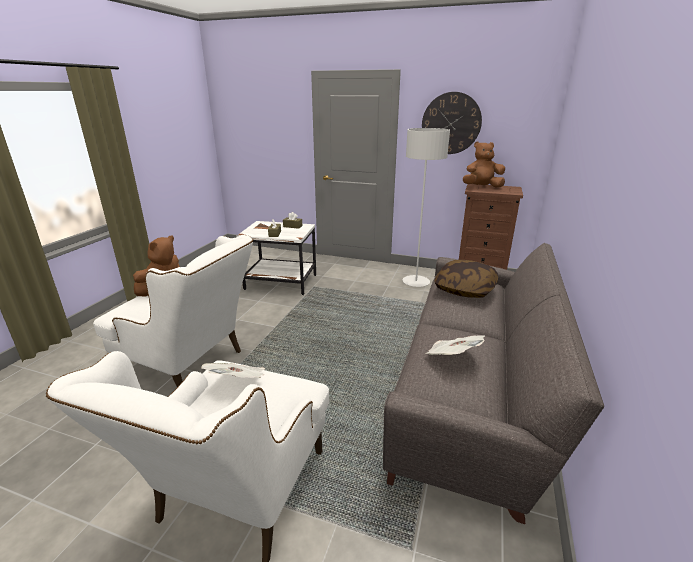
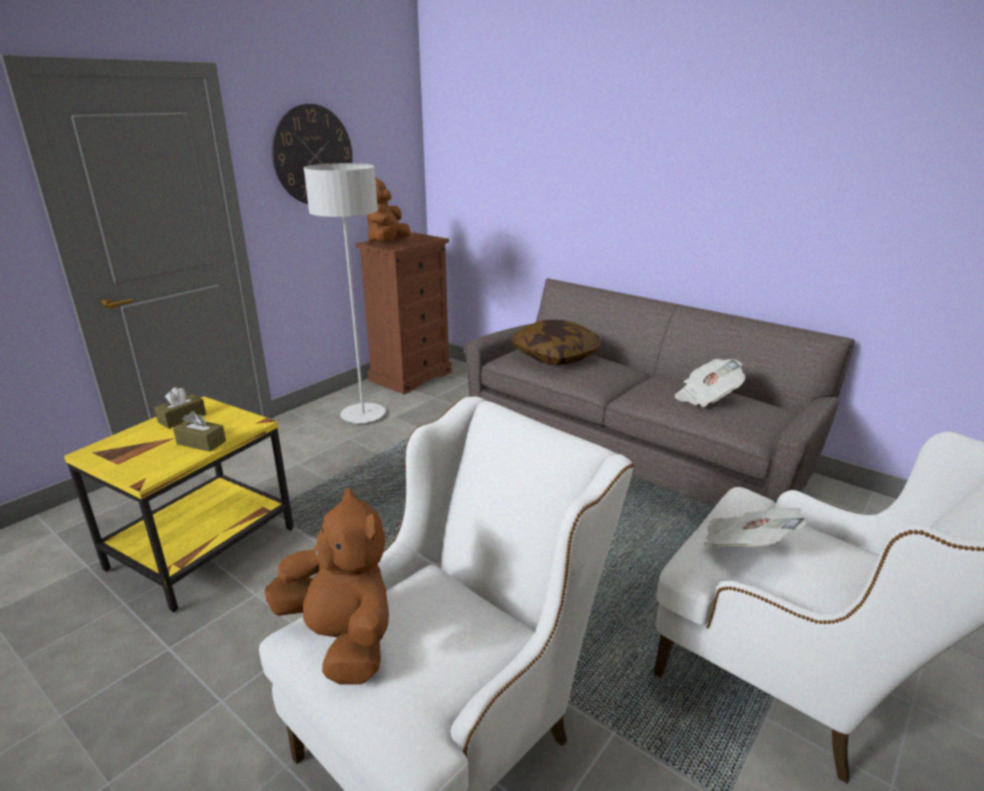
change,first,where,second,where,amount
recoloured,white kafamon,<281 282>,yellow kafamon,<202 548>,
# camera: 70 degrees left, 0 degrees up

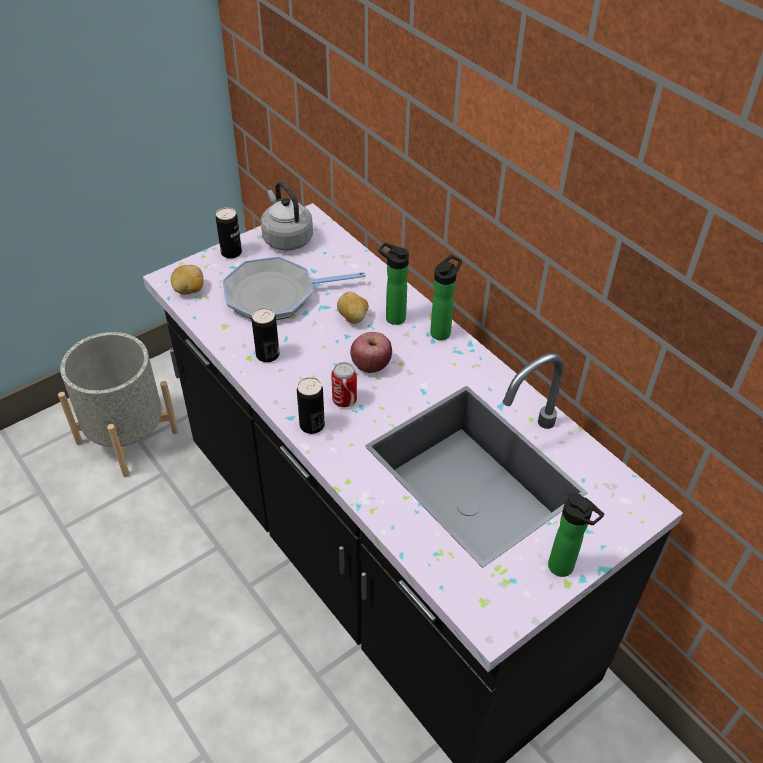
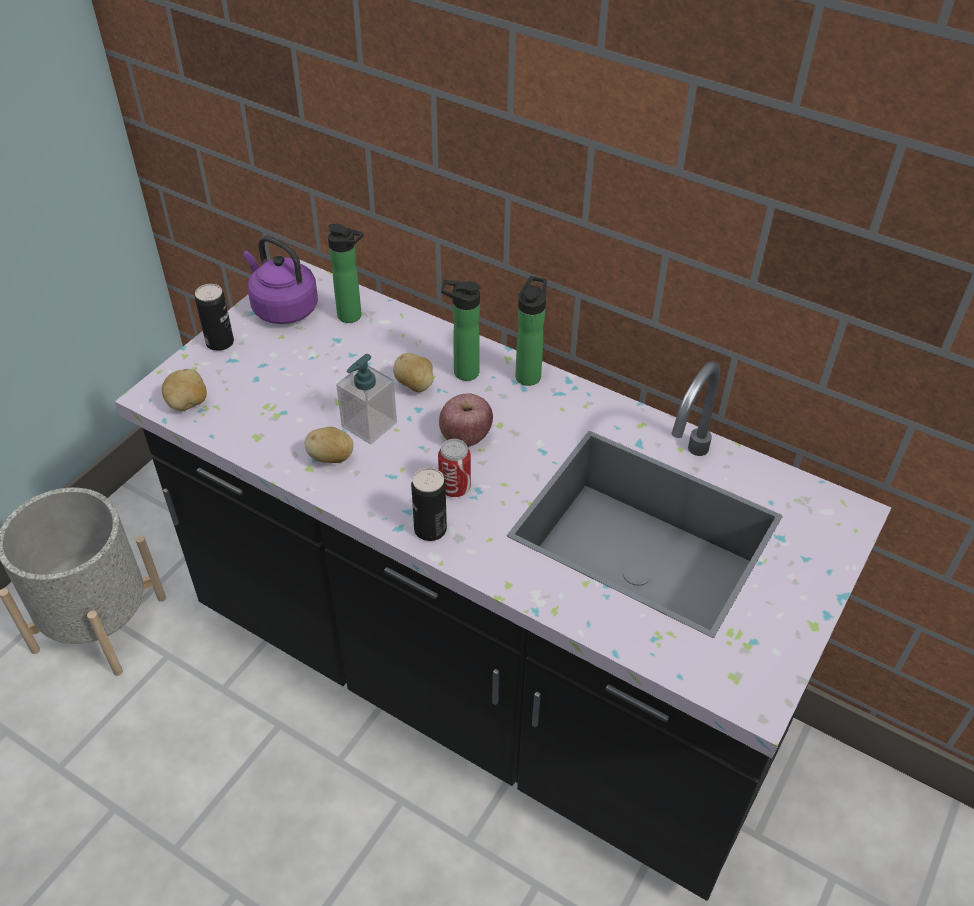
change,first,where,second,where,amount
removed,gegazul,<275 295>,,,
replaced,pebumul,<267 355>,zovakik,<331 458>,
recoloured,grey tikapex,<286 238>,purple tikapex,<282 308>,
moved,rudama,<564 569>,,<353 317>,
added,,,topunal,<369 425>,
# camera: 20 degrees left, 0 degrees up

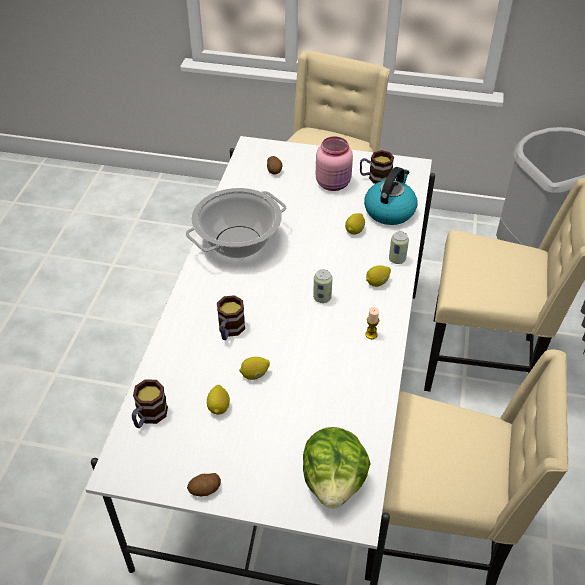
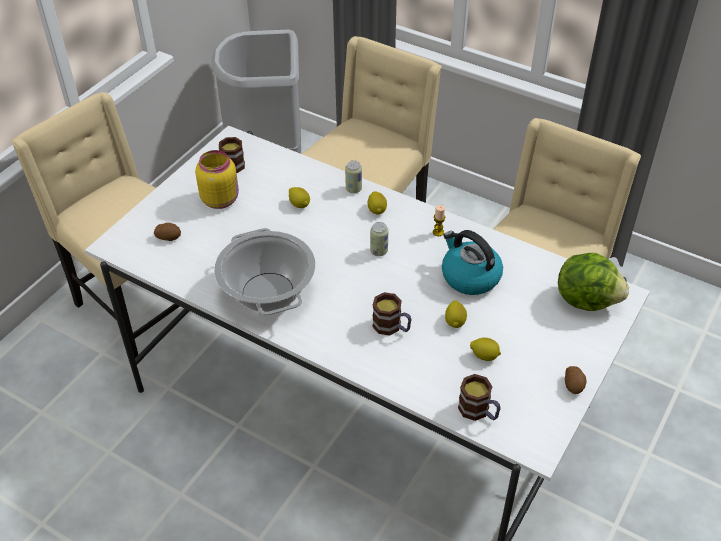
change,first,where,second,where,amount
recoloured,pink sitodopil,<334 183>,yellow sitodopil,<221 199>,
moved,tikapex,<389 210>,,<469 276>,
# camera: 70 degrees left, 0 degrees up

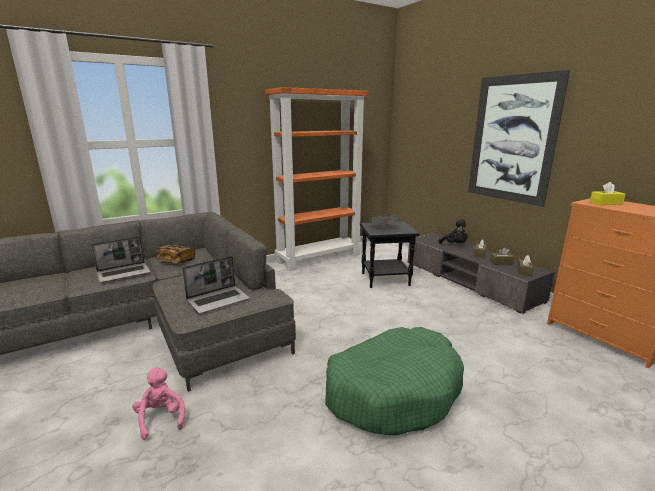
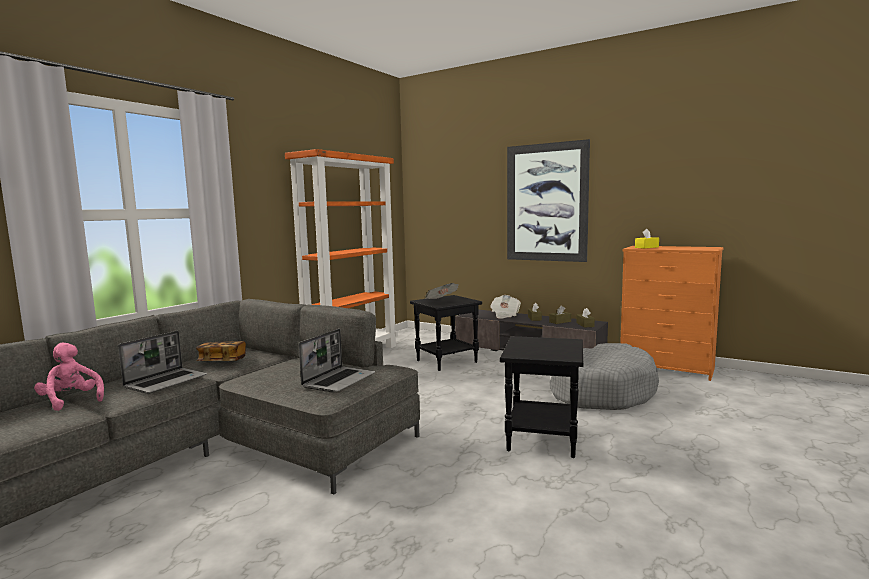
change,first,where,second,where,amount
moved,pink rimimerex,<161 418>,,<71 401>,
replaced,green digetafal,<393 390>,black kafamon,<544 439>,
replaced,black rimimerex,<455 245>,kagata,<505 315>,
added,,,grey digetafal,<602 391>,
# camera: 25 degrees left, 10 degrees down

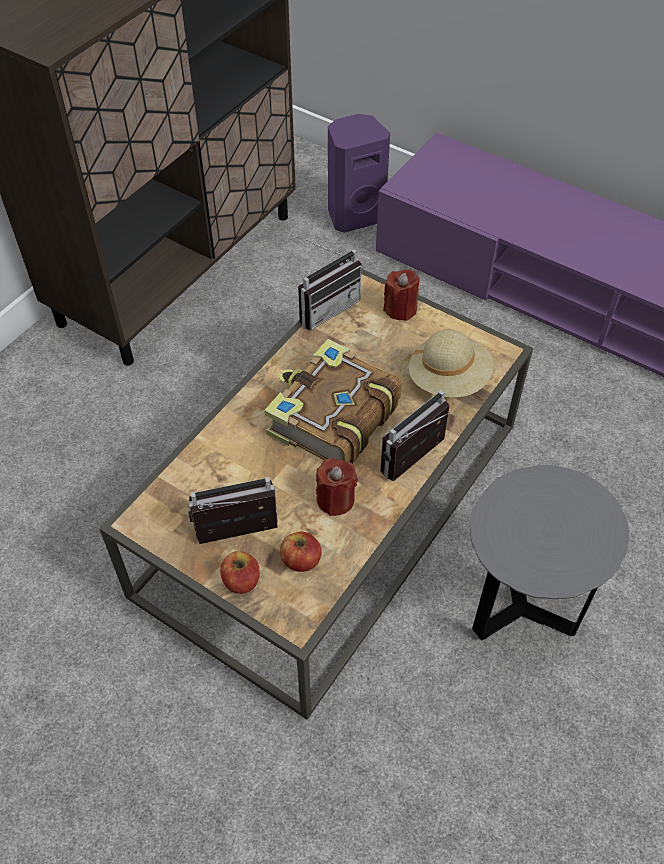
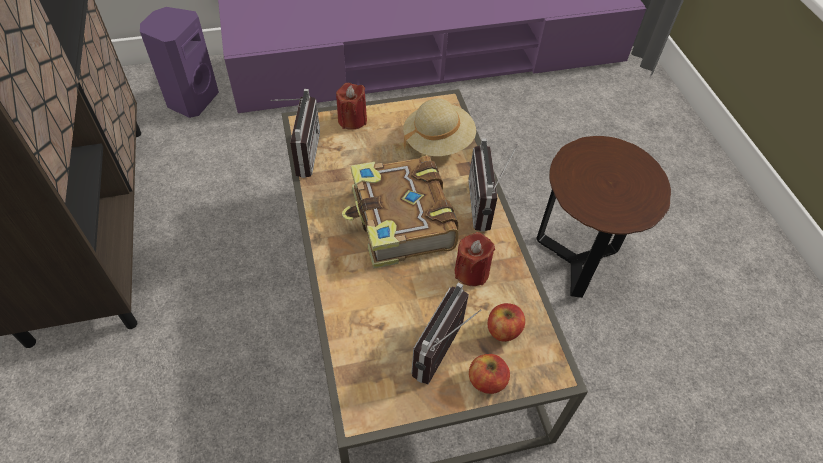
change,first,where,second,where,amount
recoloured,grey kafamon,<520 608>,brown kafamon,<575 262>,
# camera: 50 degrees left, 0 degrees up

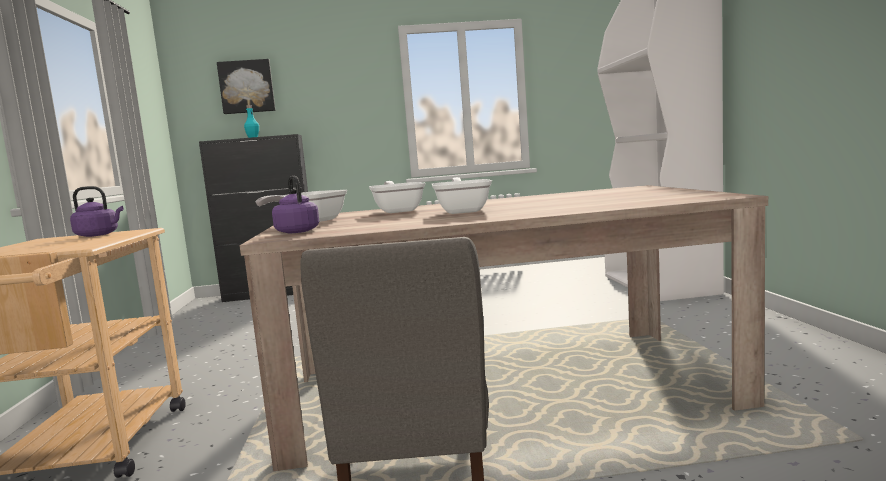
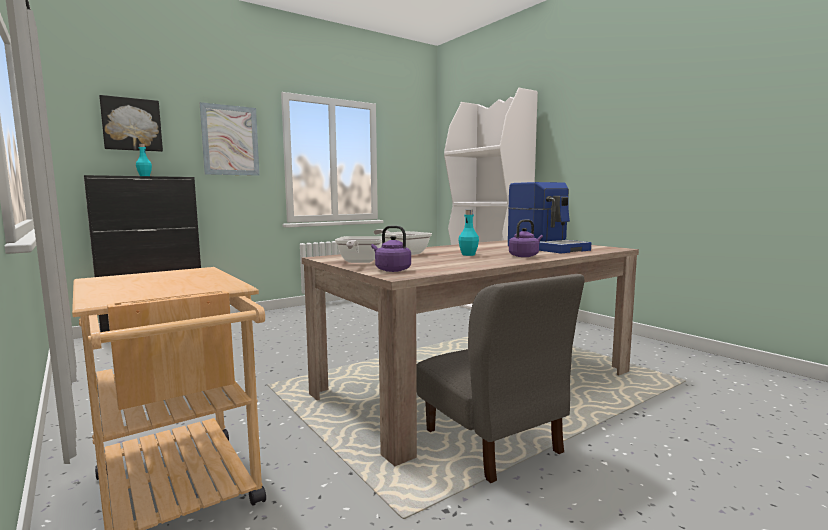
change,first,where,second,where,amount
moved,purple tikapex,<99 235>,,<524 256>,
replaced,gegazul,<463 211>,turquoise rudama,<468 254>,
added,,,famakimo,<230 140>,
added,,,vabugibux,<547 248>,
# camera: 30 degrees left, 0 degrees up

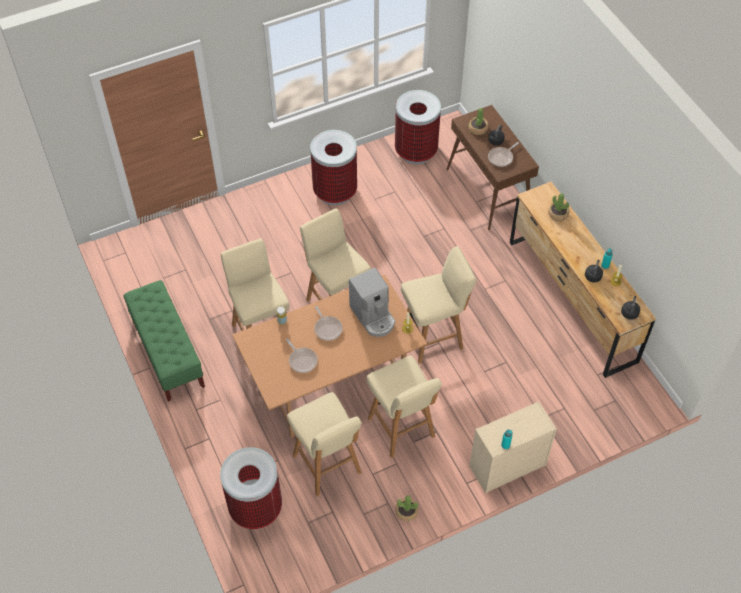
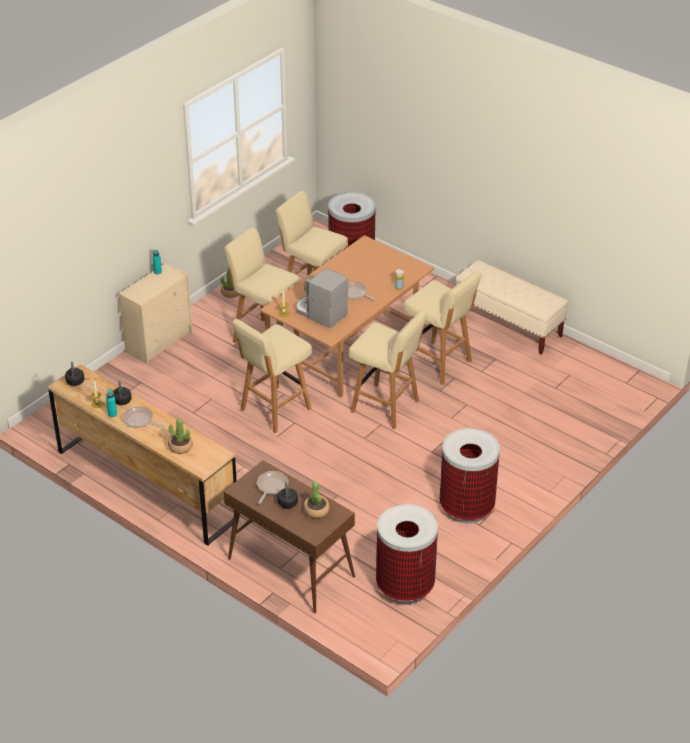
change,first,where,second,where,amount
recoloured,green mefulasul,<168 353>,beige mefulasul,<508 325>,
moved,gegazul,<302 360>,,<140 420>,
# camera: 155 degrees right, 15 degrees down

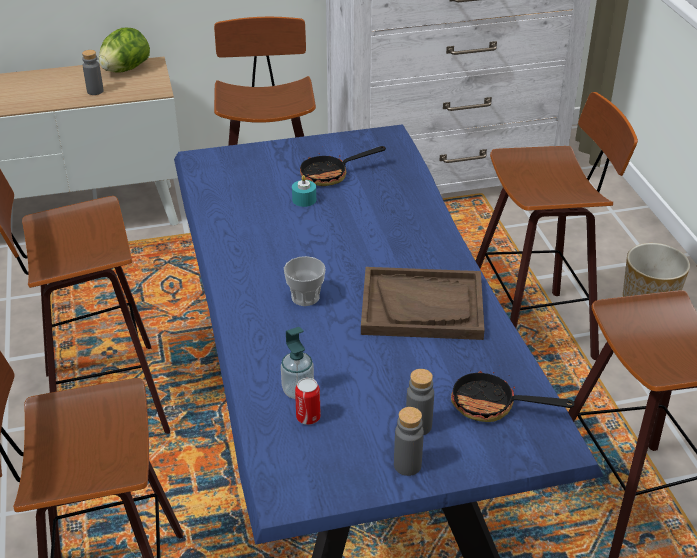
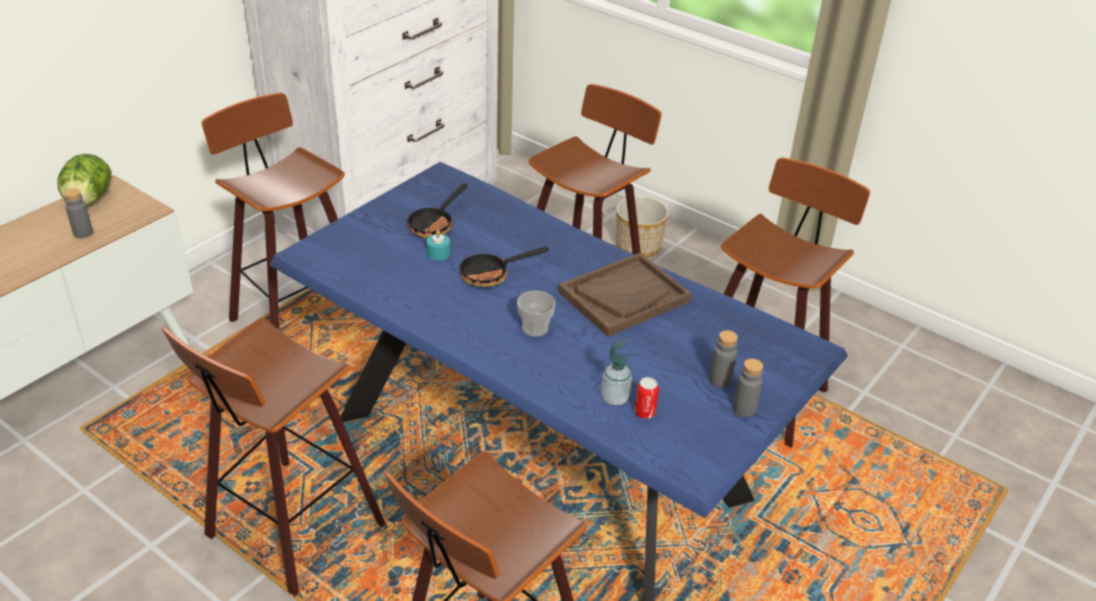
change,first,where,second,where,amount
moved,gegazul,<492 406>,,<491 274>,
# camera: 40 degrees left, 0 degrees up

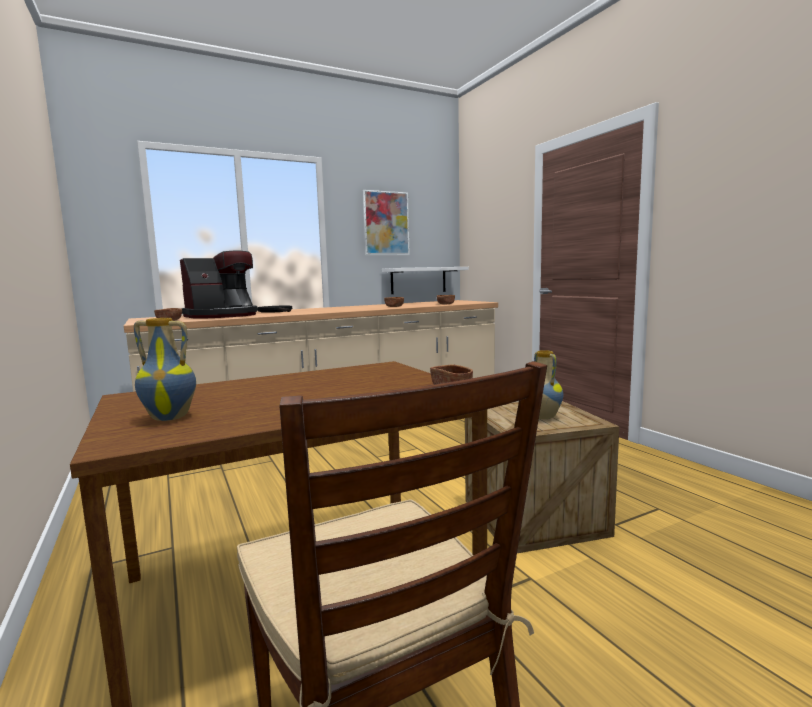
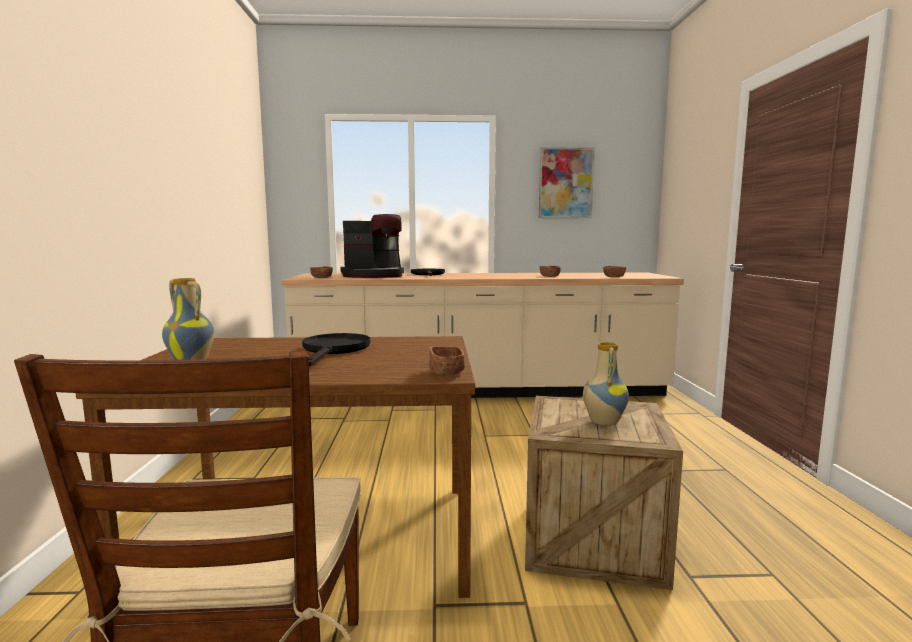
change,first,where,second,where,amount
removed,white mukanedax,<418 280>,,,
added,,,black gegazul,<334 350>,
# camera: 25 degrees right, 0 degrees up

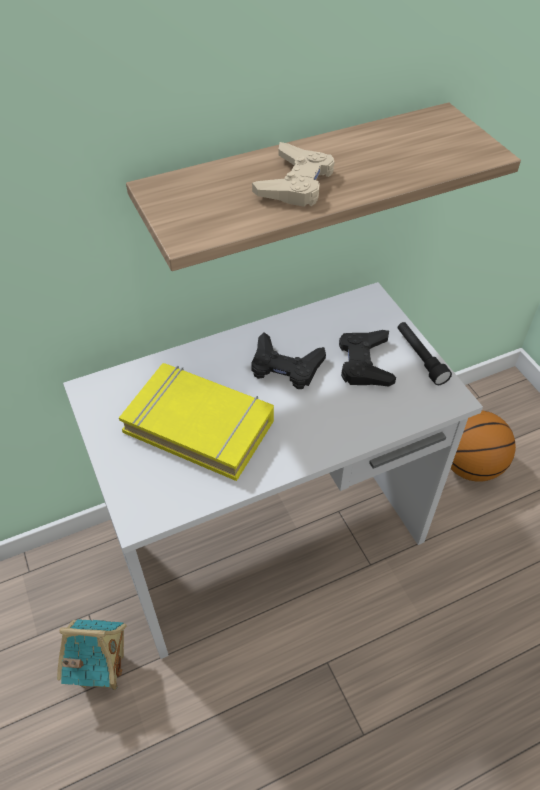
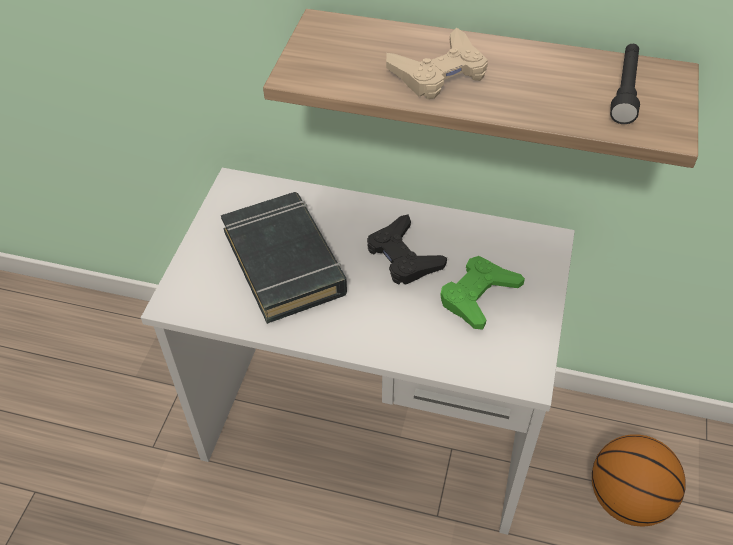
change,first,where,second,where,amount
removed,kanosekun,<102 670>,,,
recoloured,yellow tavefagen,<199 425>,black tavefagen,<284 262>,
recoloured,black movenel,<365 363>,green movenel,<478 296>,
moved,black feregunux,<420 358>,,<625 91>,
# camera: 40 degrees right, 0 degrees up

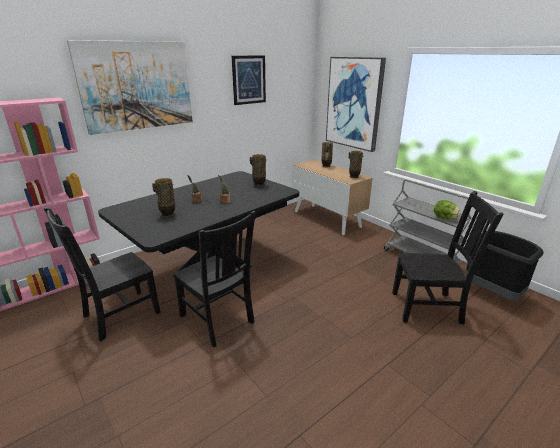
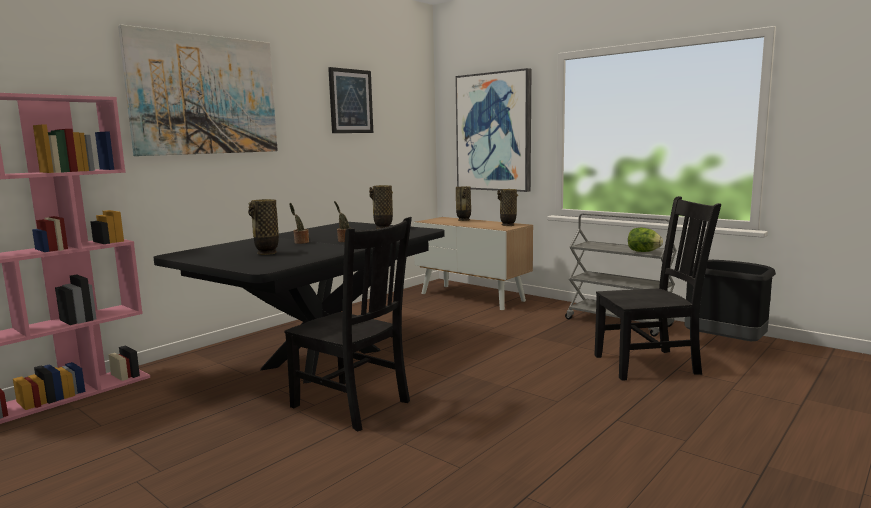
change,first,where,second,where,amount
removed,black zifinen,<119 315>,,,
# camera: 10 degrees left, 15 degrees down

